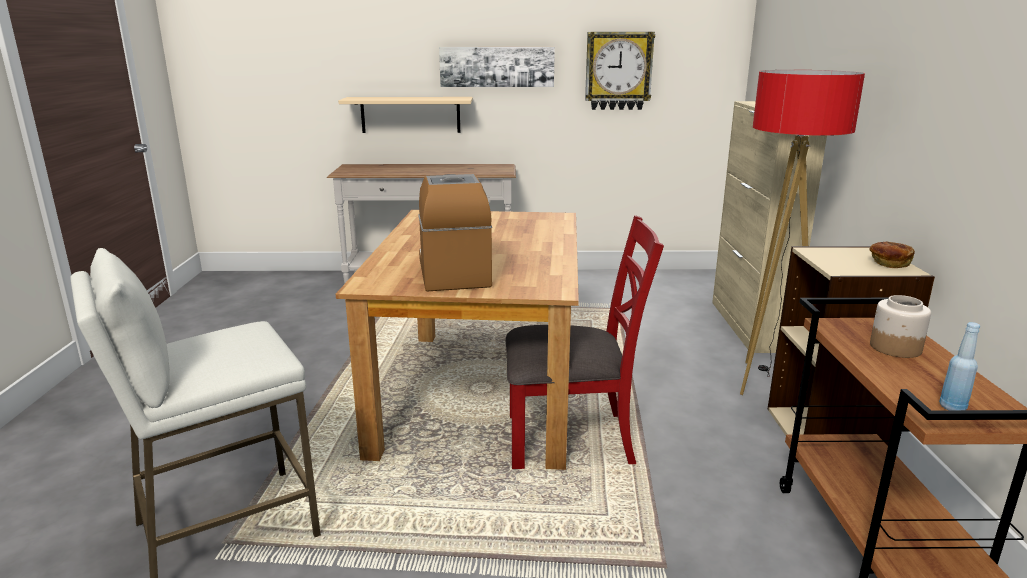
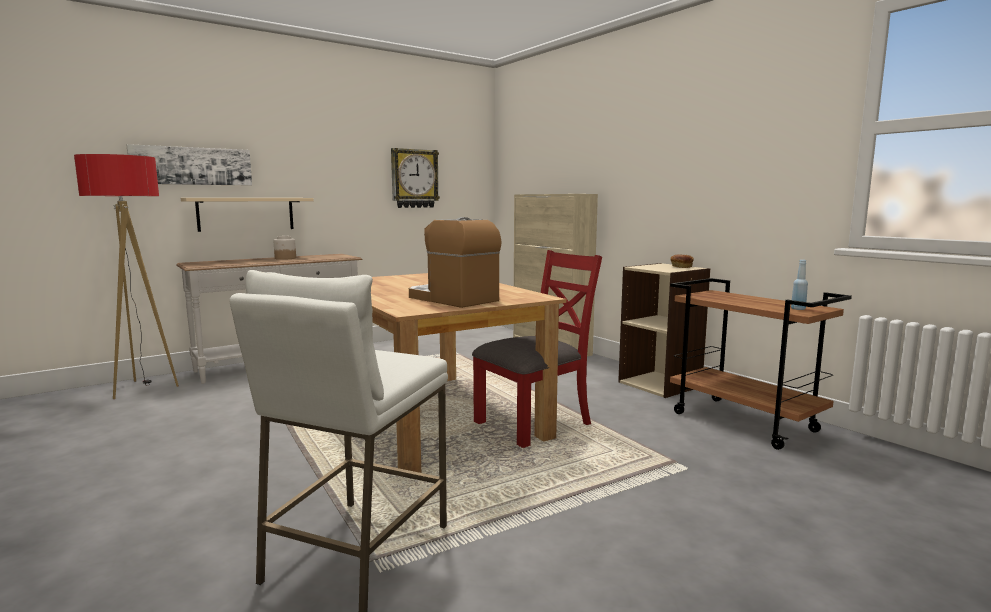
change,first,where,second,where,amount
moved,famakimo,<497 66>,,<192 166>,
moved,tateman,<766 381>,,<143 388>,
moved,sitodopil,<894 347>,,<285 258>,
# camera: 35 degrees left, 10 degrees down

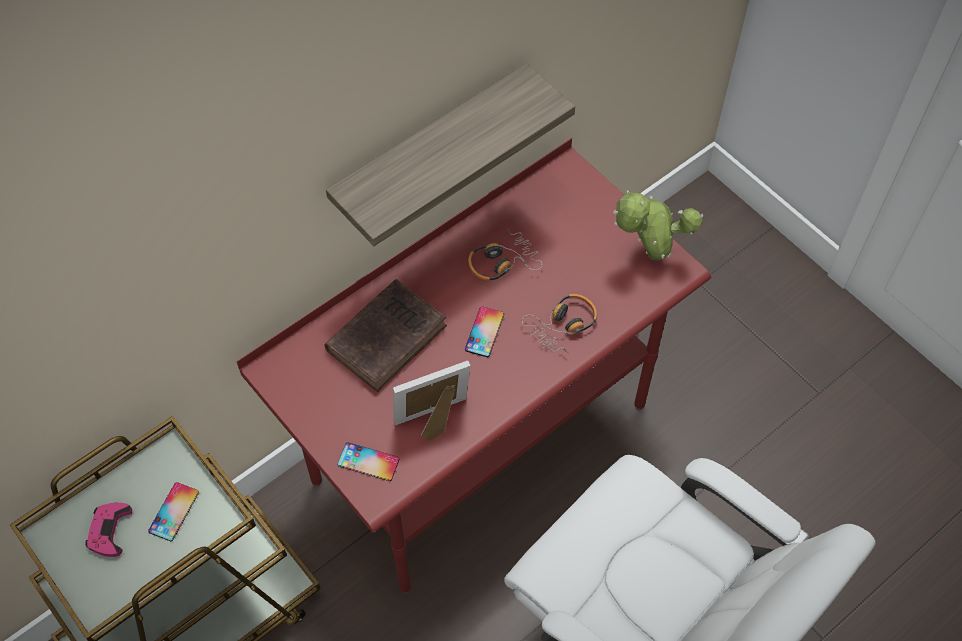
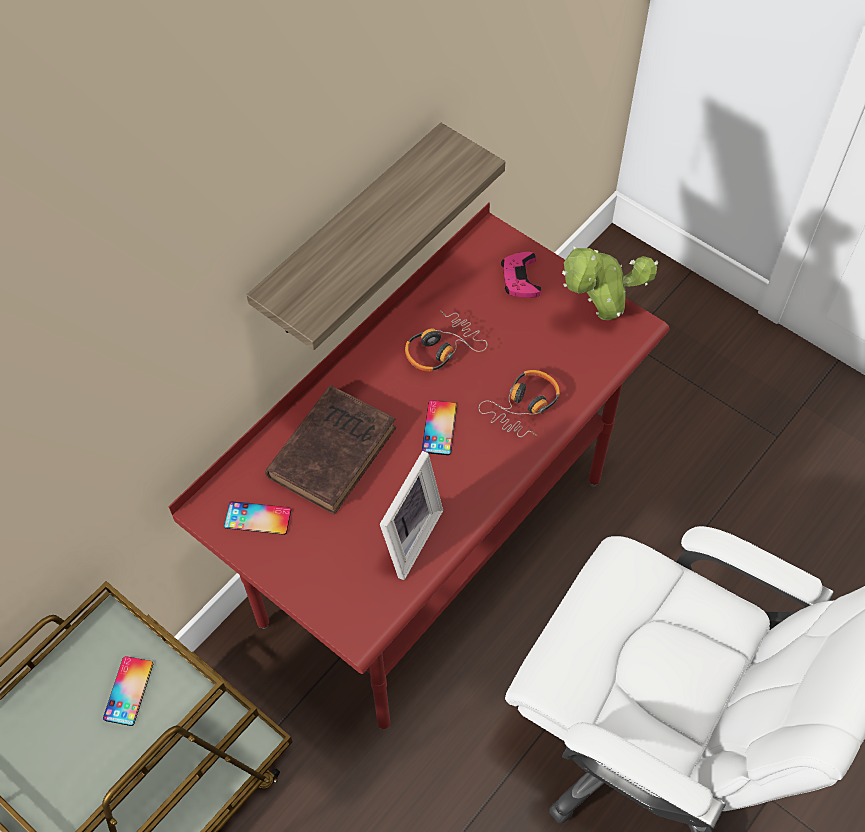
change,first,where,second,where,amount
moved,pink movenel,<109 531>,,<520 278>,
moved,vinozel,<368 462>,,<258 518>,
turned,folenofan,<435 422>,,<406 537>,150 degrees clockwise
# camera: 10 degrees left, 0 degrees up

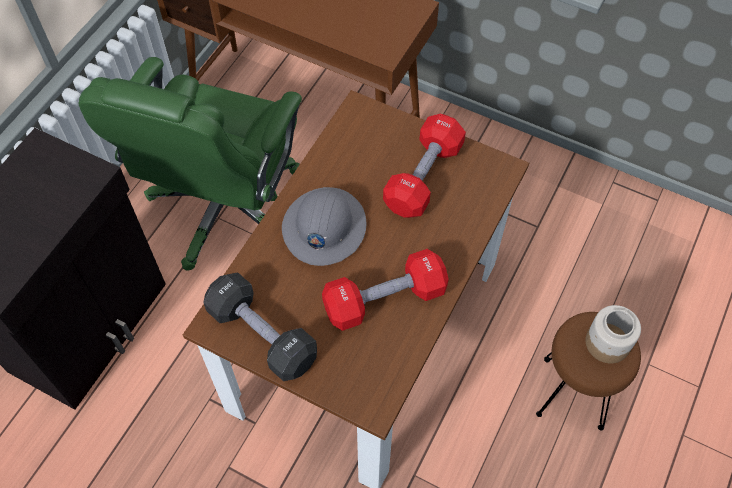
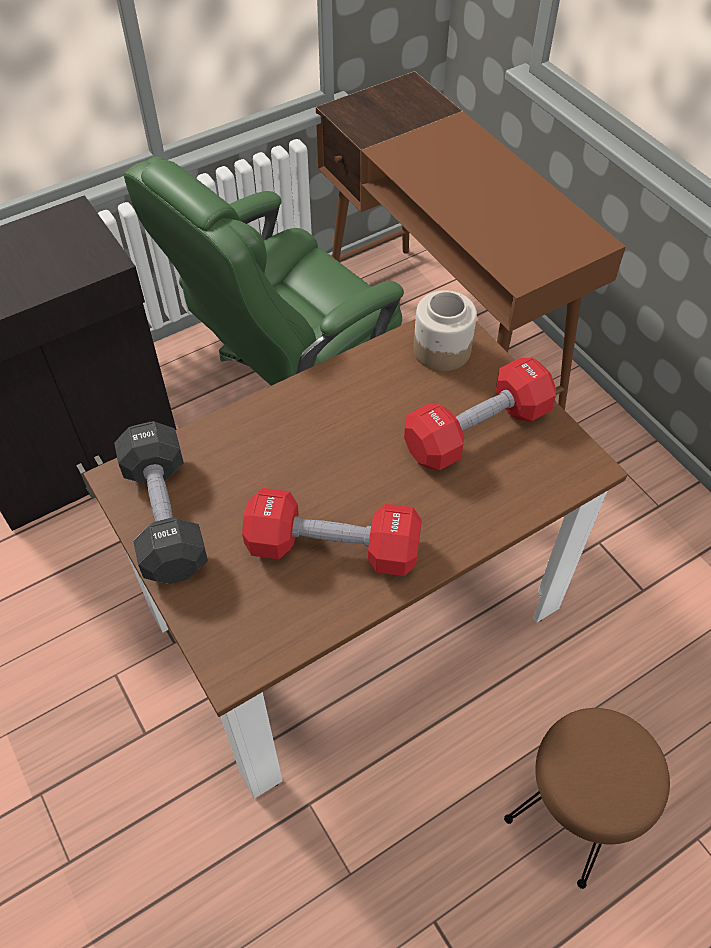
change,first,where,second,where,amount
removed,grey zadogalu,<323 227>,,,
moved,sitodopil,<606 343>,,<441 350>,
# camera: 30 degrees right, 5 degrees down

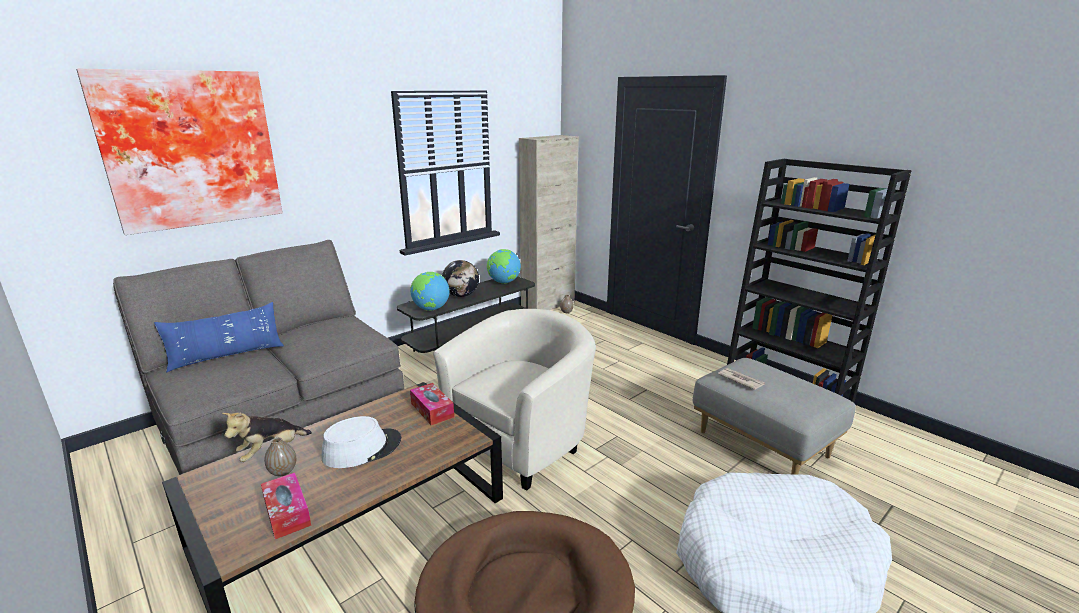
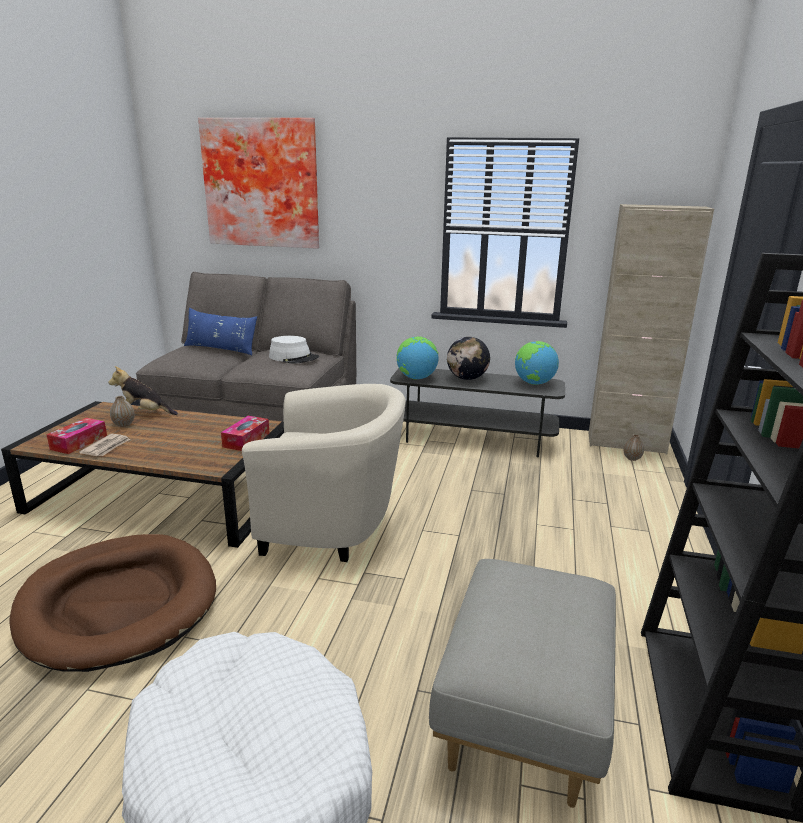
change,first,where,second,where,amount
moved,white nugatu,<362 448>,,<294 357>,
moved,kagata,<740 380>,,<107 447>,
# camera: 55 degrees right, 0 degrees up

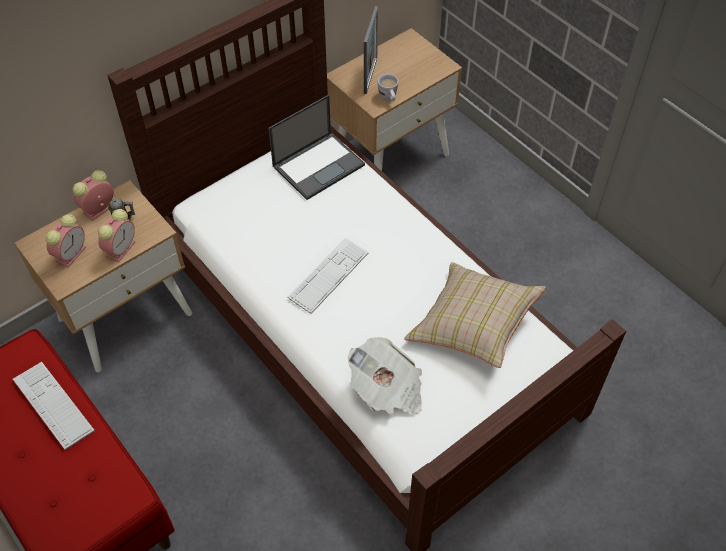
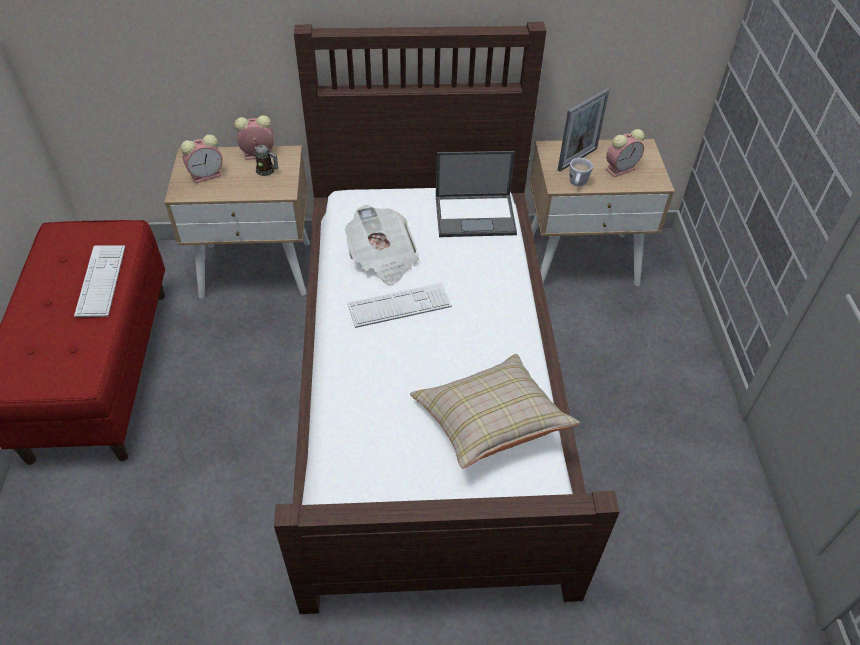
change,first,where,second,where,amount
moved,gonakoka,<121 248>,,<621 169>,
moved,kagata,<387 389>,,<383 259>,
# camera: 35 degrees right, 5 degrees down

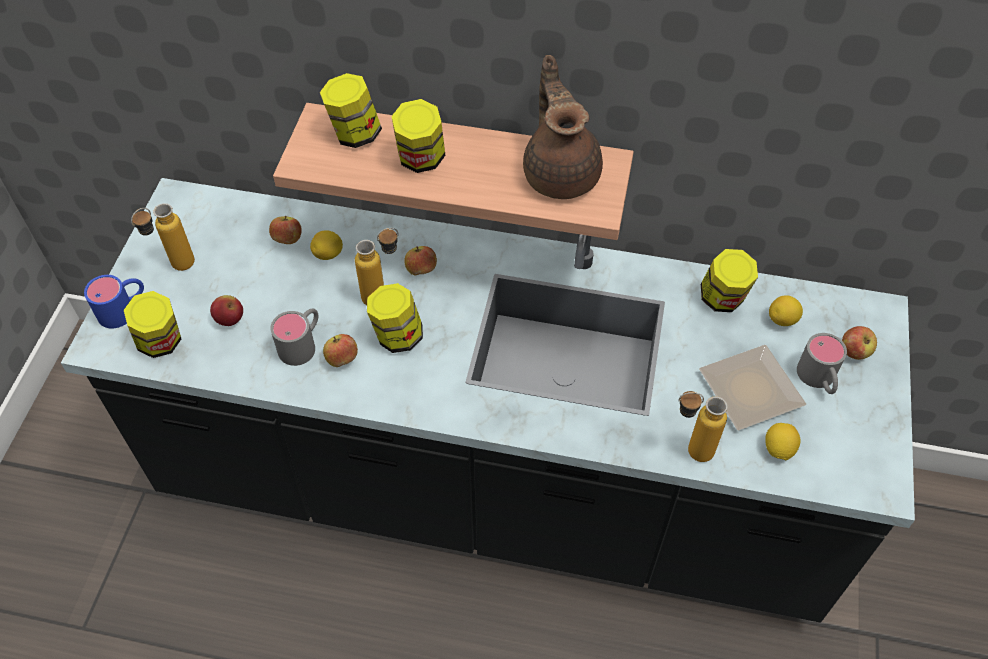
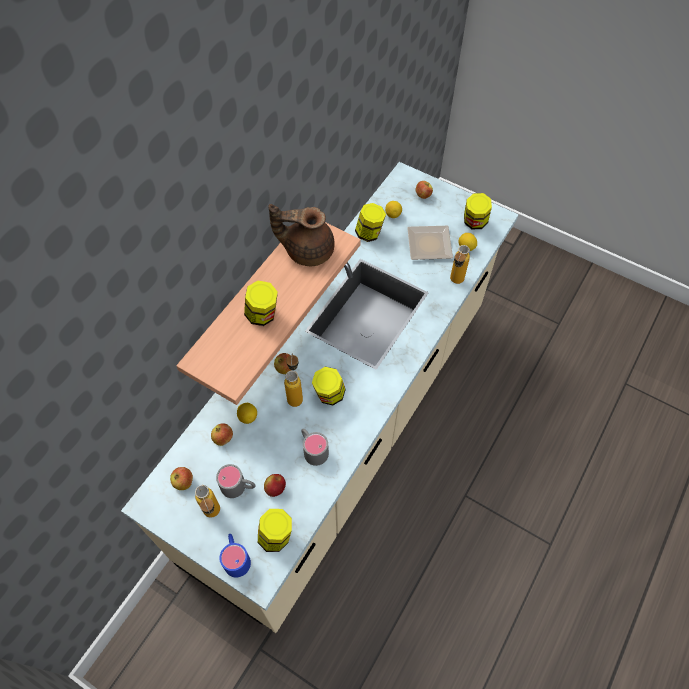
change,first,where,second,where,amount
recoloured,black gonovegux,<494 488>,beige gonovegux,<344 429>,
moved,sitodopil,<354 134>,,<474 222>,
moved,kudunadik,<342 359>,,<183 482>,
moved,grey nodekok,<819 379>,,<239 487>,
# camera: 70 degrees left, 5 degrees up

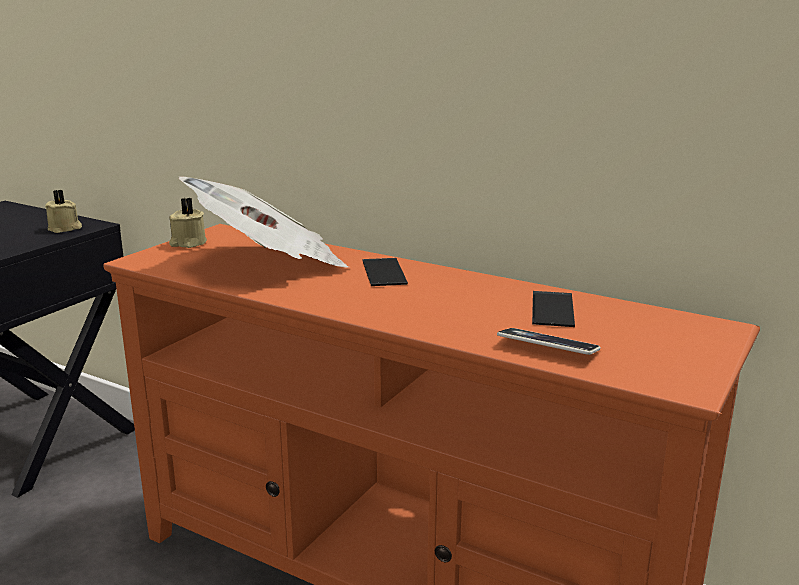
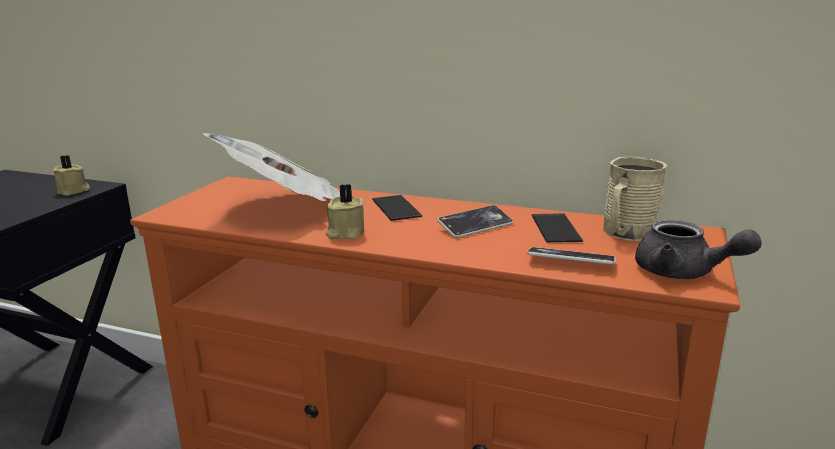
change,first,where,second,where,amount
moved,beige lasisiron,<188 243>,,<345 233>,
added,,,vinozel,<475 226>,
added,,,beige nodekok,<626 233>,
added,,,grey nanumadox,<683 273>,
# camera: 10 degrees left, 0 degrees up

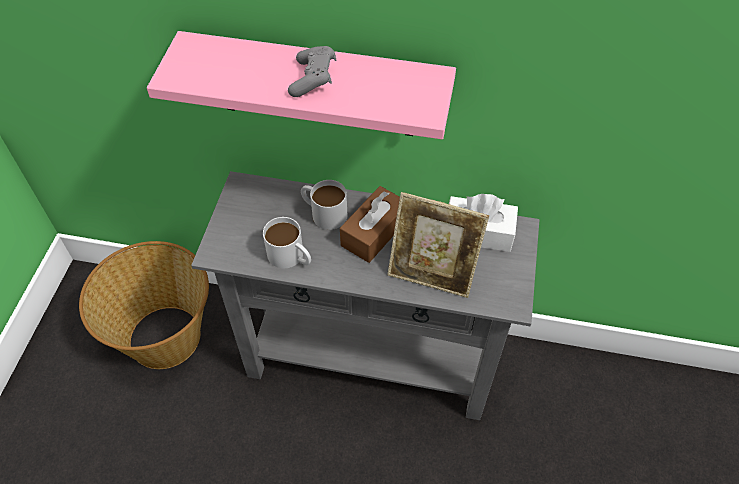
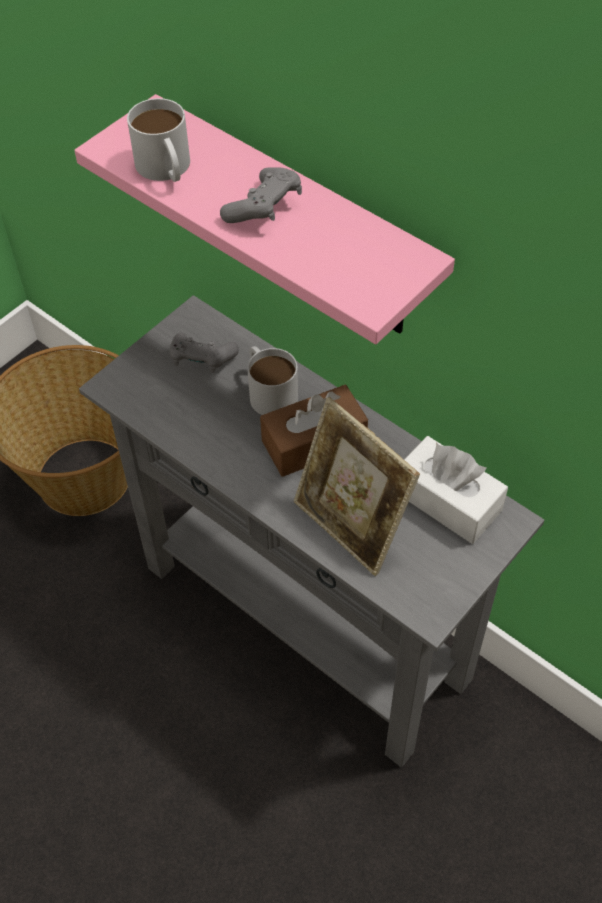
change,first,where,second,where,amount
moved,white nodekok,<291 257>,,<166 169>,
added,,,grey movenel,<202 361>,
# camera: 30 degrees right, 0 degrees up

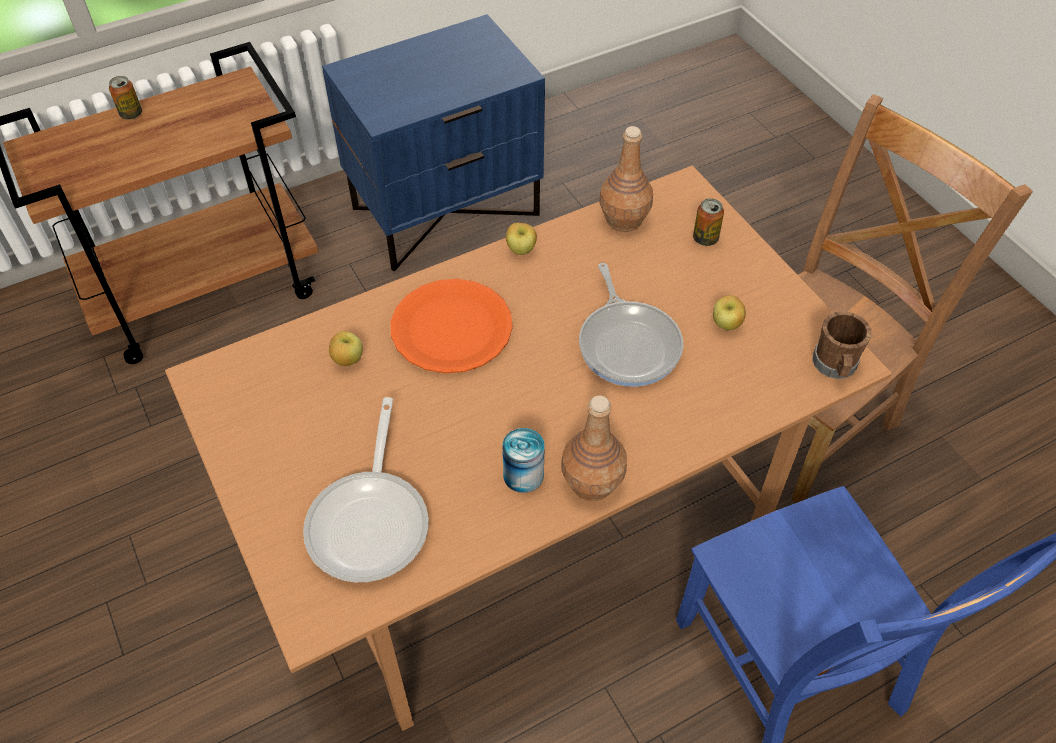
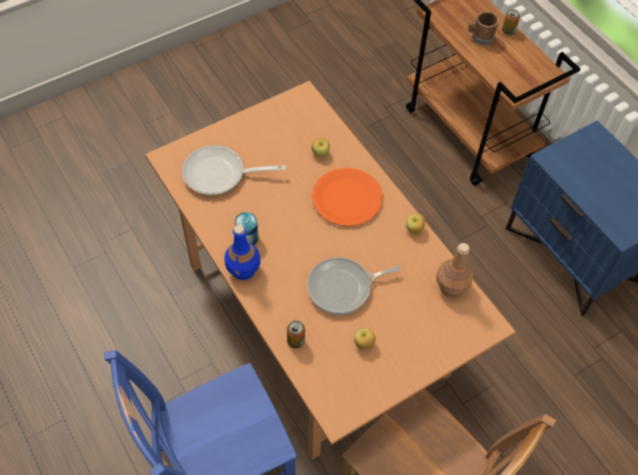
change,first,where,second,where,amount
recoloured,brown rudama,<592 481>,blue rudama,<244 269>,
moved,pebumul,<705 238>,,<296 341>,
moved,brown nodekok,<835 366>,,<480 38>,
# camera: 85 degrees right, 5 degrees up

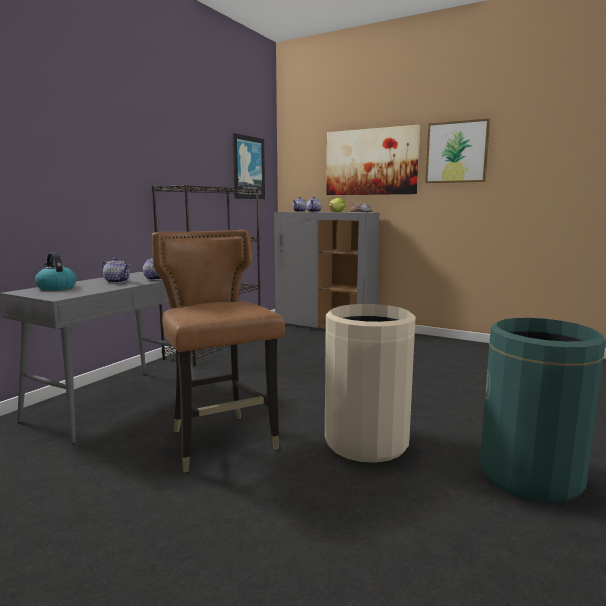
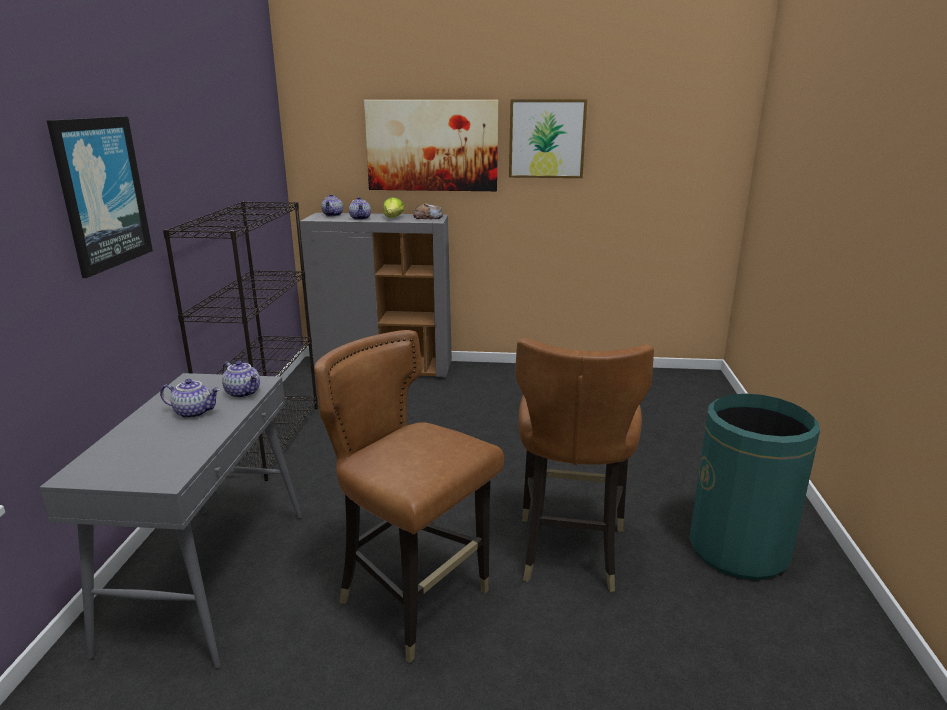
change,first,where,second,where,amount
removed,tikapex,<56 287>,,,
moved,famakimo,<248 168>,,<102 193>,
replaced,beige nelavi,<366 442>,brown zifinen,<569 550>,
# camera: 25 degrees left, 10 degrees up

